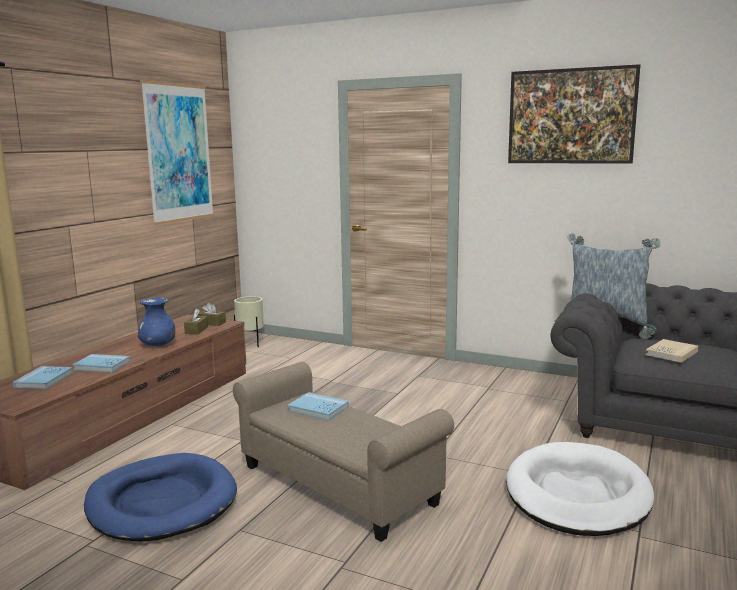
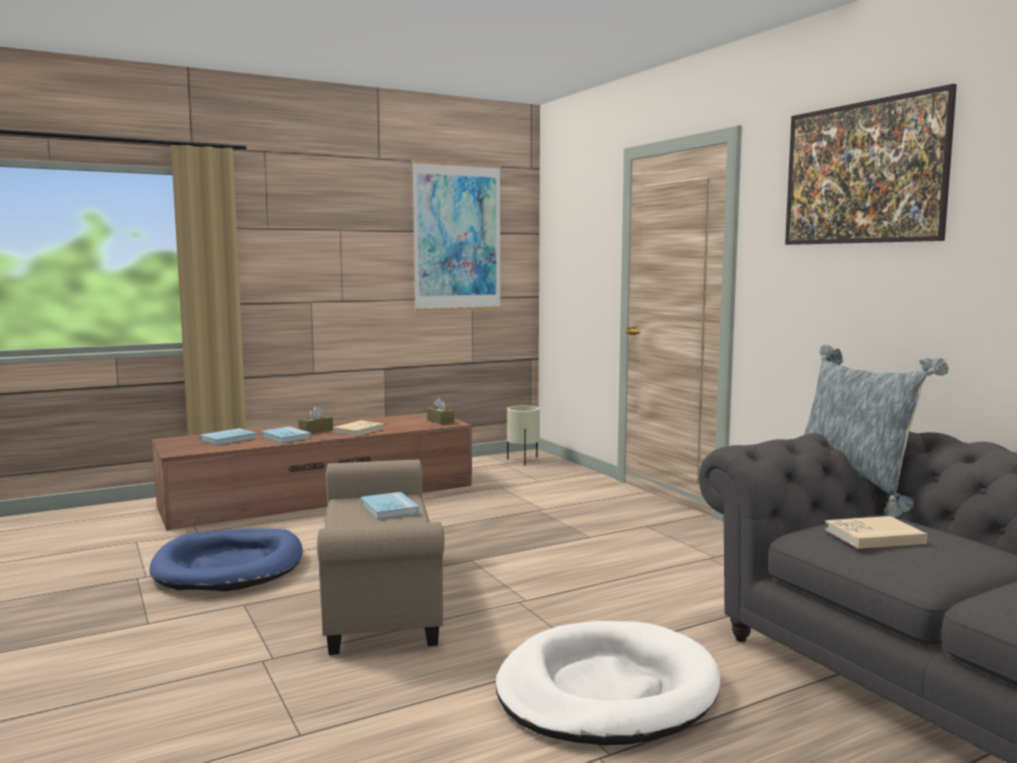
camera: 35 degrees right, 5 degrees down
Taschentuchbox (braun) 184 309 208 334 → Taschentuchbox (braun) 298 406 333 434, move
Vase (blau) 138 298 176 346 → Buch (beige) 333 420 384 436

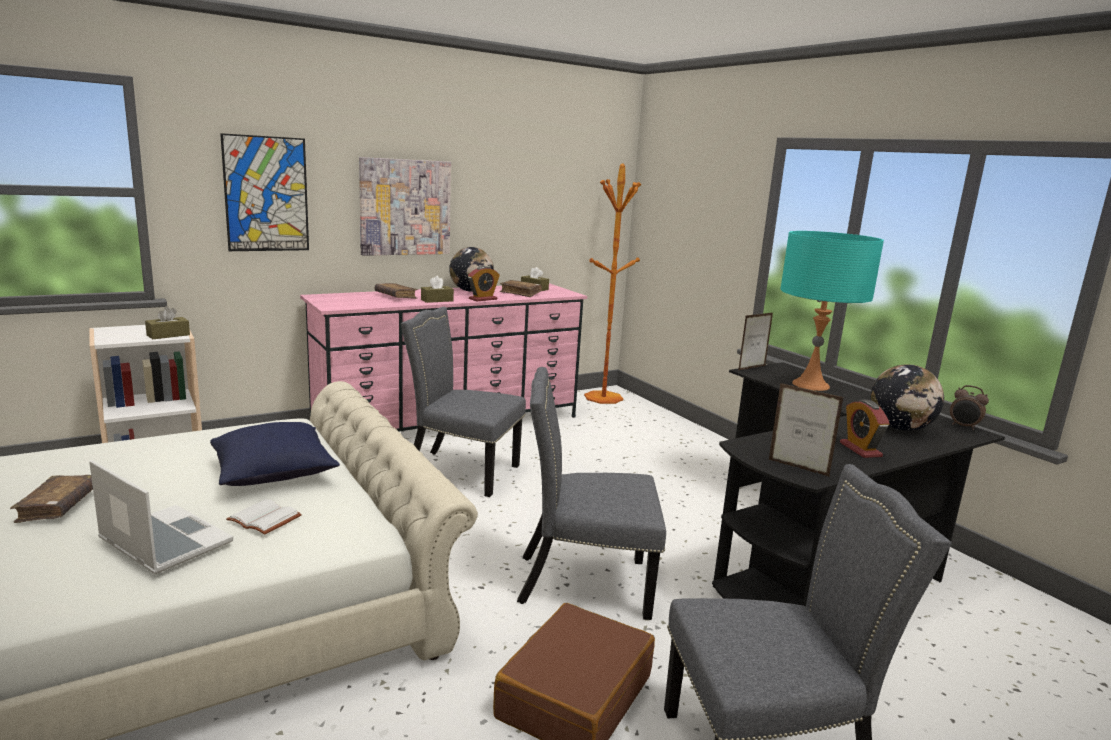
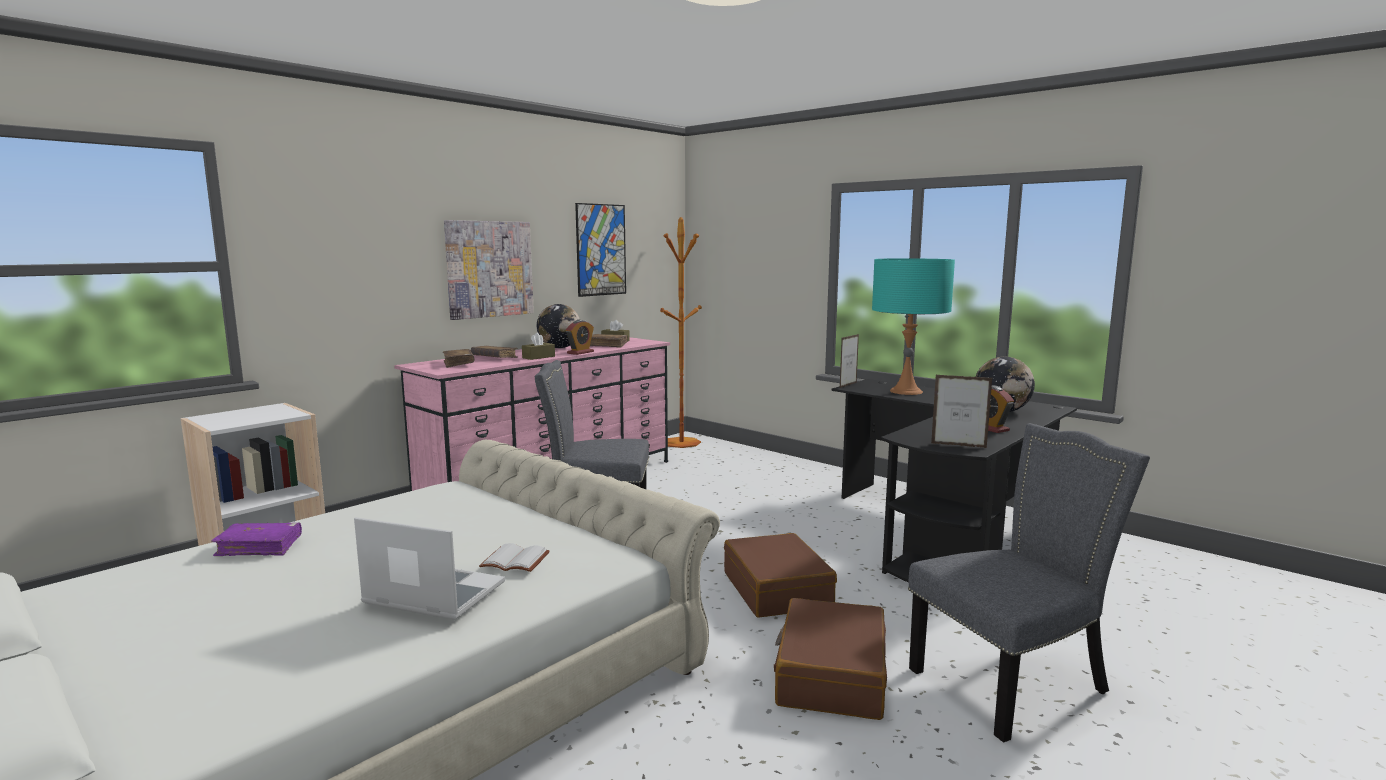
camera: 15 degrees left, 5 degrees down
Taschentuchbox (braun) 145 306 190 339 → -
Kissen (blau) 210 422 340 486 → -
Wecker 950 385 989 430 → -
- → Buch (lila) 211 523 302 556
Buch (braun) 10 475 93 523 → Buch (braun) 443 349 474 368, move
Bild 220 133 309 251 → Bild 575 203 626 297, move
Stuhl (grau) 517 367 666 620 → Koffer (braun) 724 533 837 617

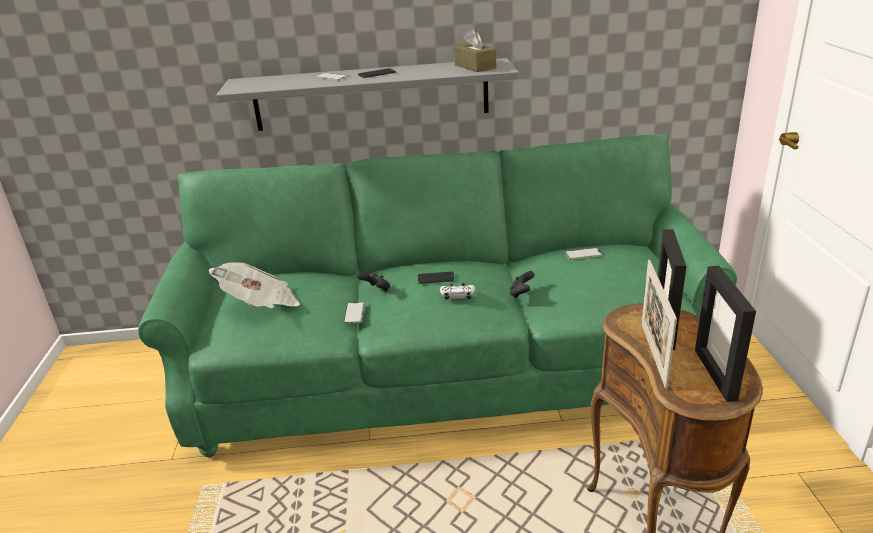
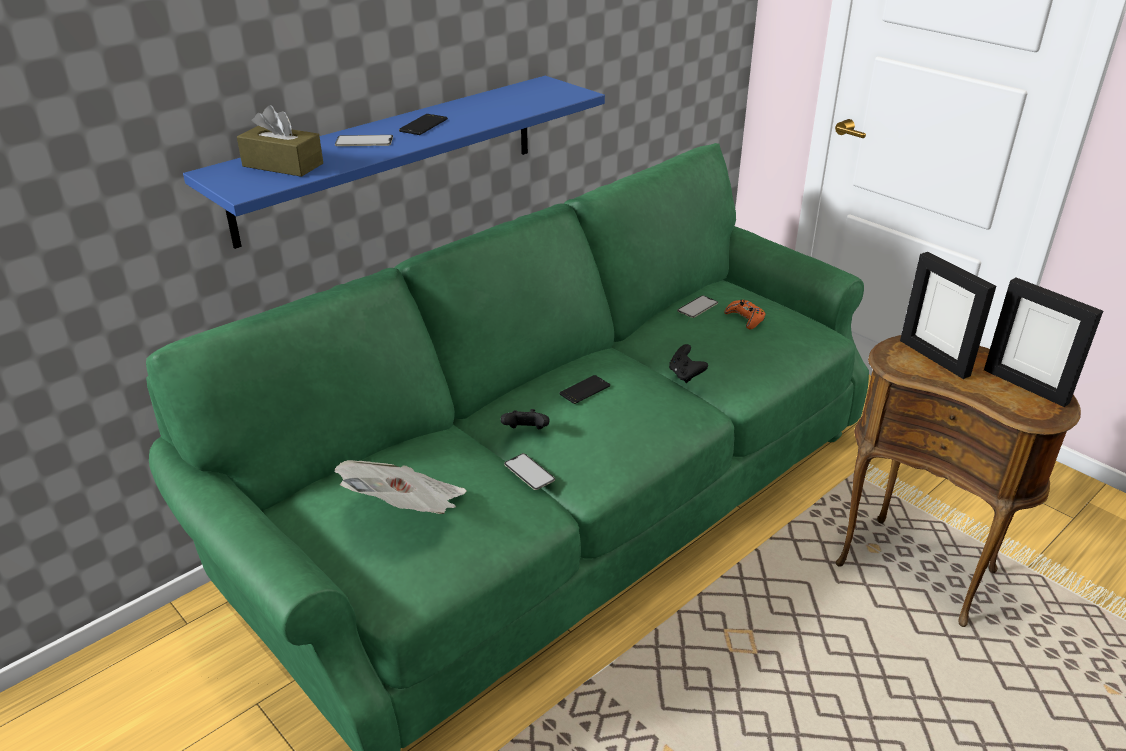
camera: 40 degrees left, 5 degrees up
Gamepad (weiß) 440 283 475 300 → -
Bilderrahmen 641 260 677 389 → -
- → Gamepad (orange) 724 300 765 329
Taschentuchbox (braun) 454 29 496 72 → Taschentuchbox (braun) 237 105 323 177, move
Wandregal (grau) 216 58 519 131 → Wandregal (blau) 183 76 605 249

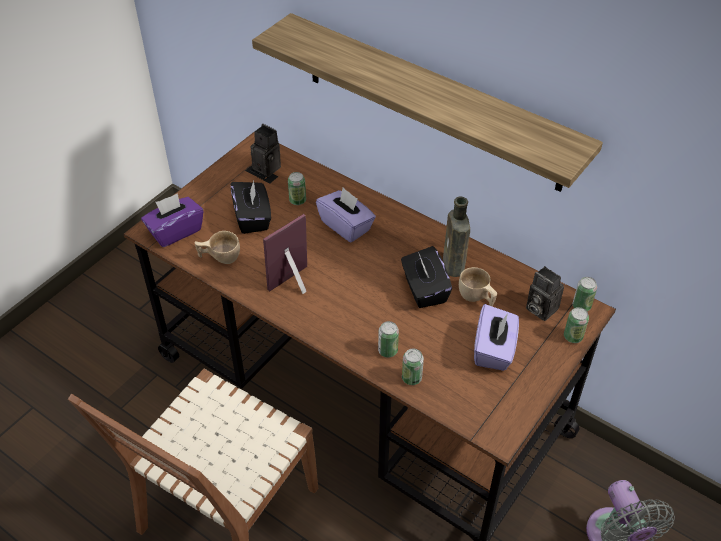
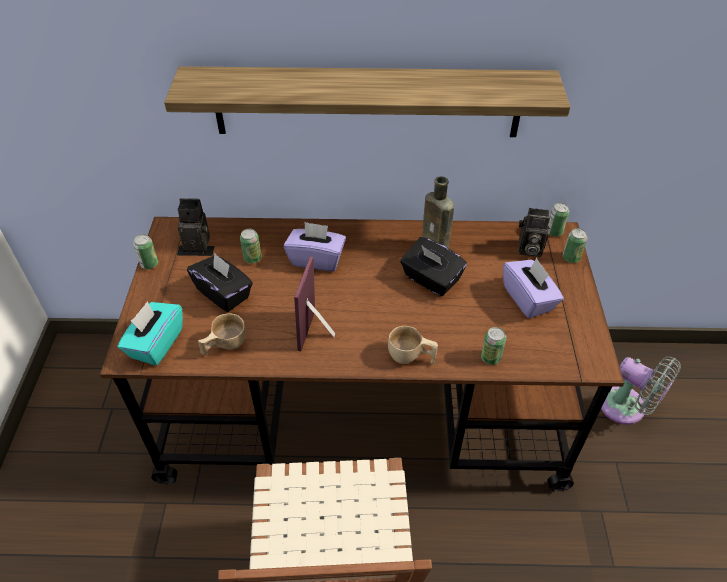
camera: 35 degrees left, 0 degrees up
Dose 378 321 399 358 → Dose 133 234 158 269, move
Tasse (beige) 459 267 497 307 → Tasse (beige) 388 326 438 365, move
Taschentuchbox (lila) 141 193 203 247 → Taschentuchbox (türkis) 118 301 183 366

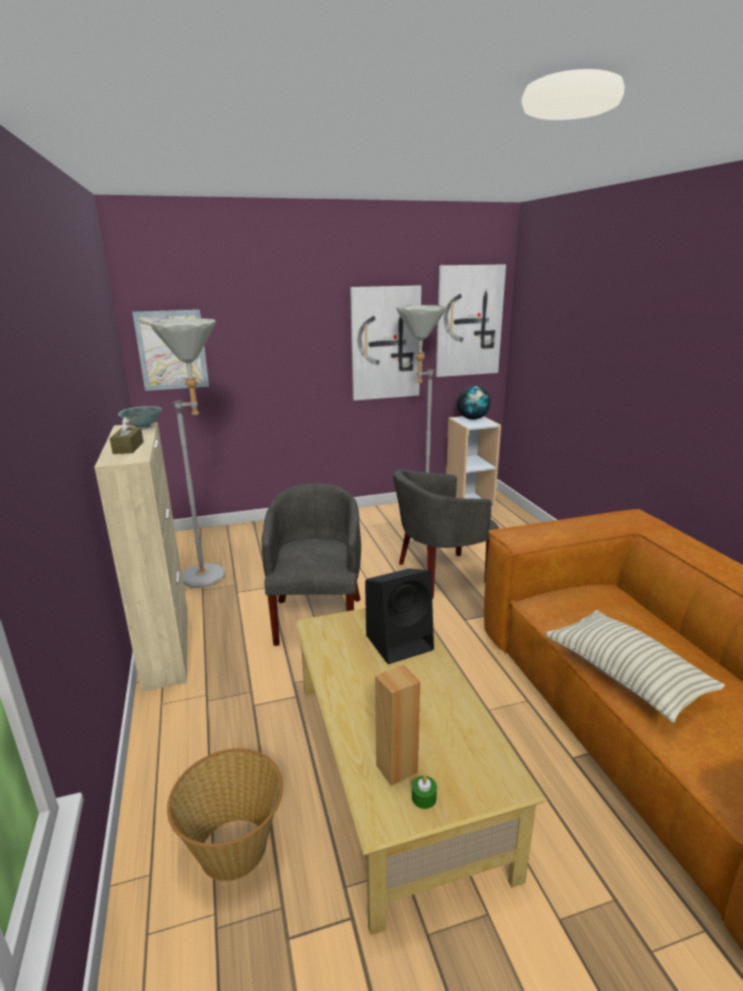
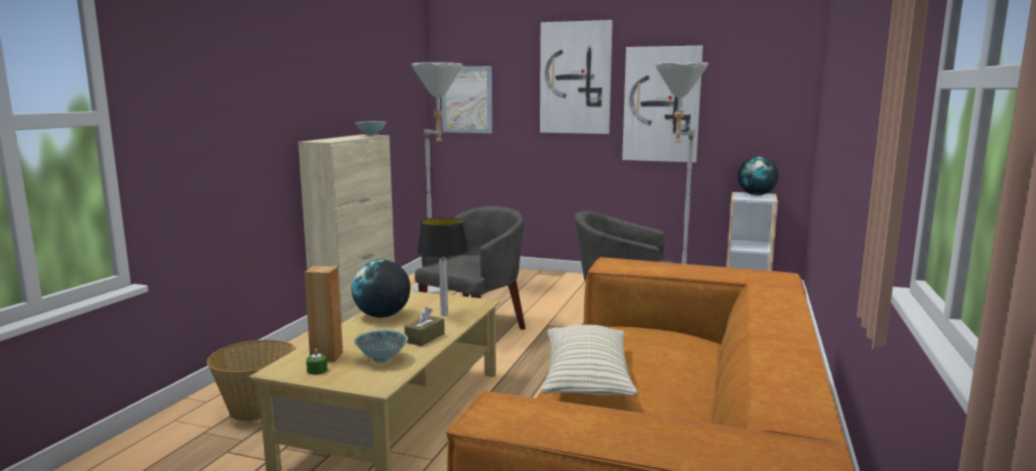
camera: 35 degrees right, 10 degrees down
- → Globus 351 259 410 318
- → Schüssel 354 329 408 363
Taschentuchbox (braun) 110 417 144 454 → Taschentuchbox (braun) 405 307 445 346, move
Bild 436 264 506 377 → Bild 540 20 613 134, move
Lautsprecher (schwarz) 365 568 434 664 → Tischlampe 417 217 468 316

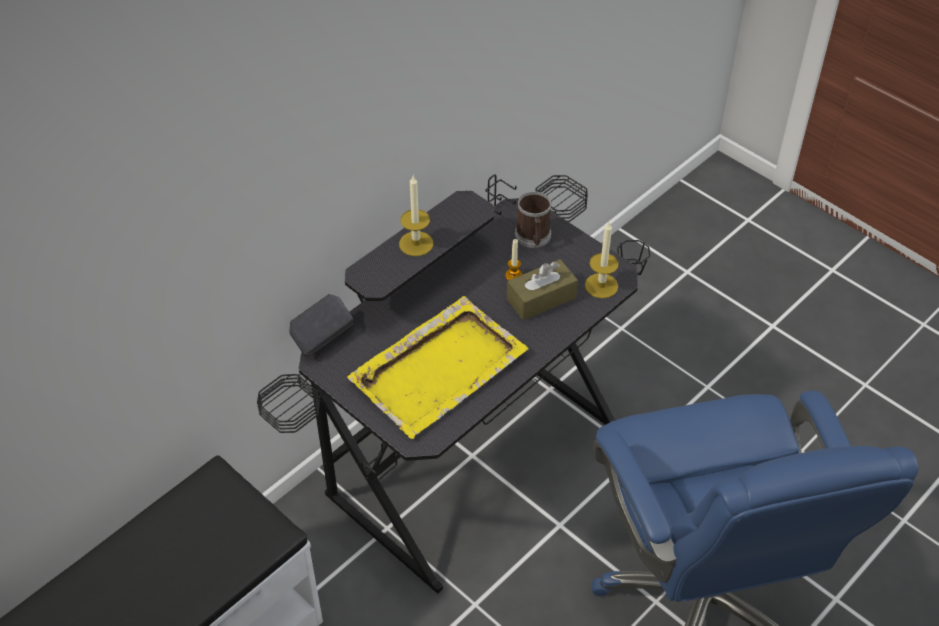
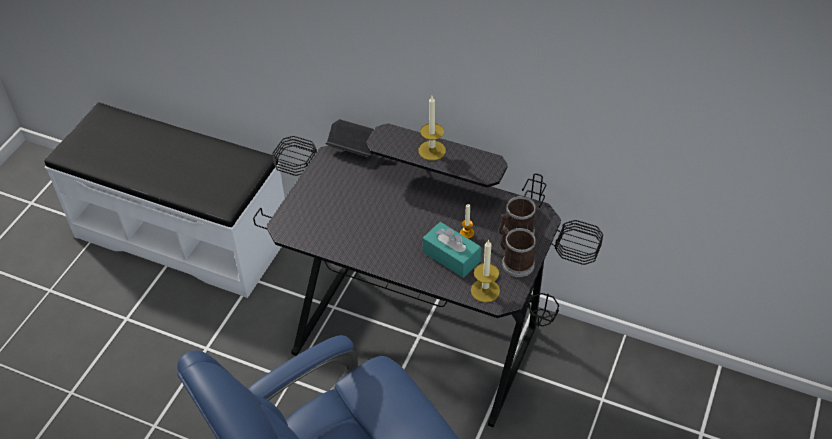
camera: 70 degrees right, 0 degrees up
Tablett (gelb) 347 296 529 439 → -
- → Henkelbecher 501 227 536 277
Taschentuchbox (braun) 507 259 578 320 → Taschentuchbox (türkis) 423 222 481 278

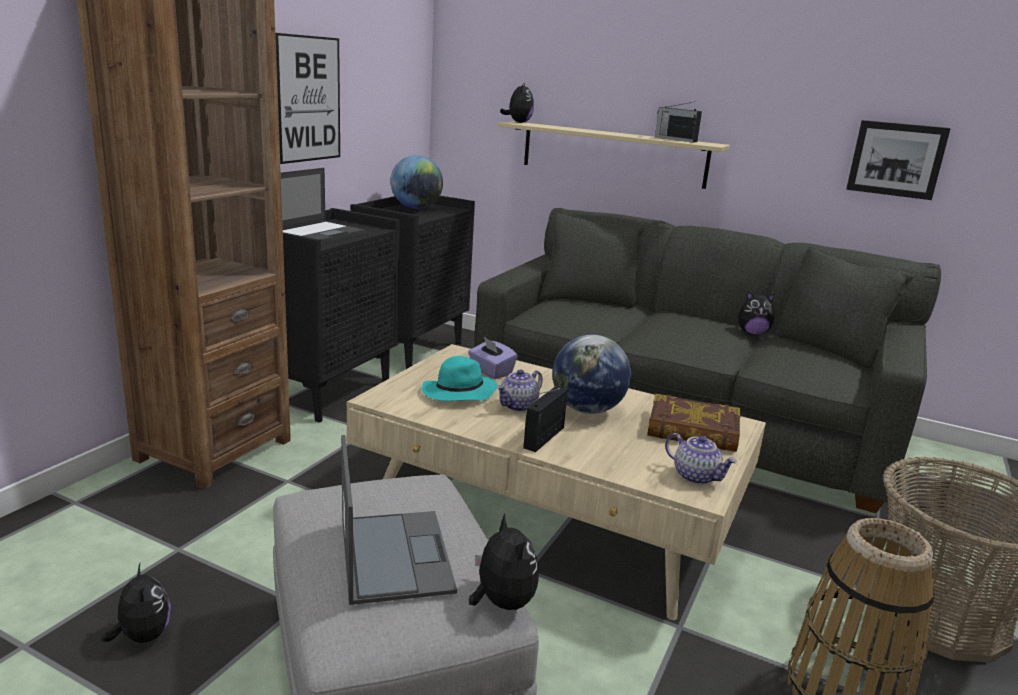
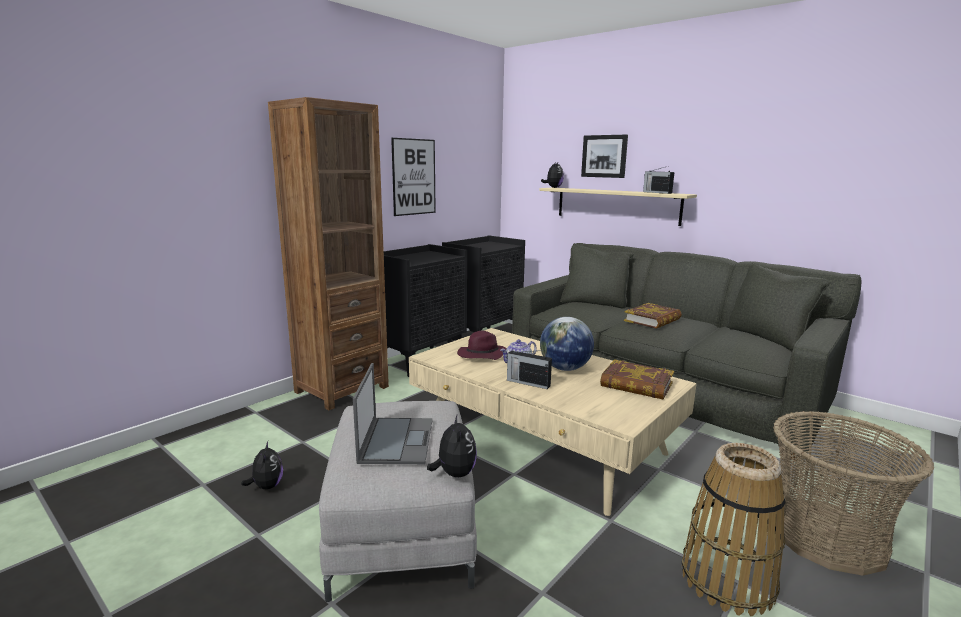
camera: 15 degrees right, 5 degrees down
Laptop 281 168 366 243 → -
Globus 390 155 443 209 → -
Taschentuchbox (lila) 468 337 517 379 → -
Teekanne 665 433 737 484 → -
Plüschtier 738 291 775 335 → -
- → Buch 624 303 682 329
Bild 846 120 951 200 → Bild 581 135 628 178, move
Hut (türkis) 422 356 497 401 → Hut (lila) 457 331 507 360
Radio 523 386 568 452 → Radio 506 350 552 389, 105 degrees counterclockwise

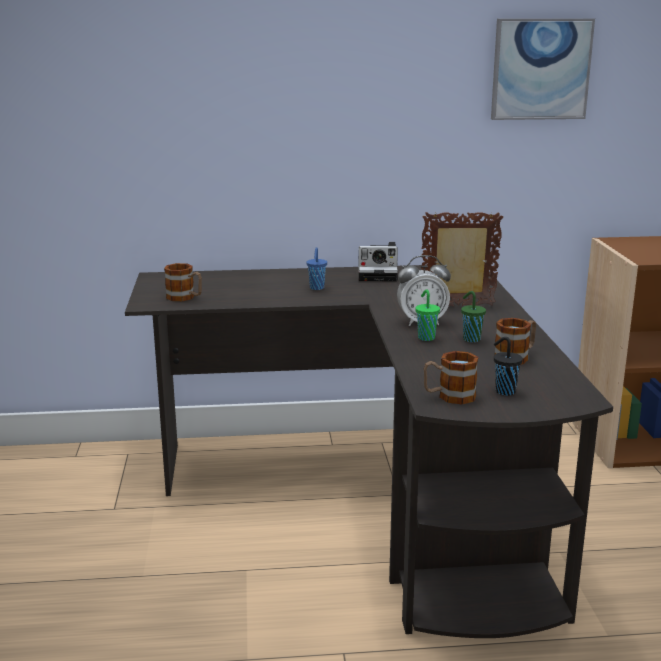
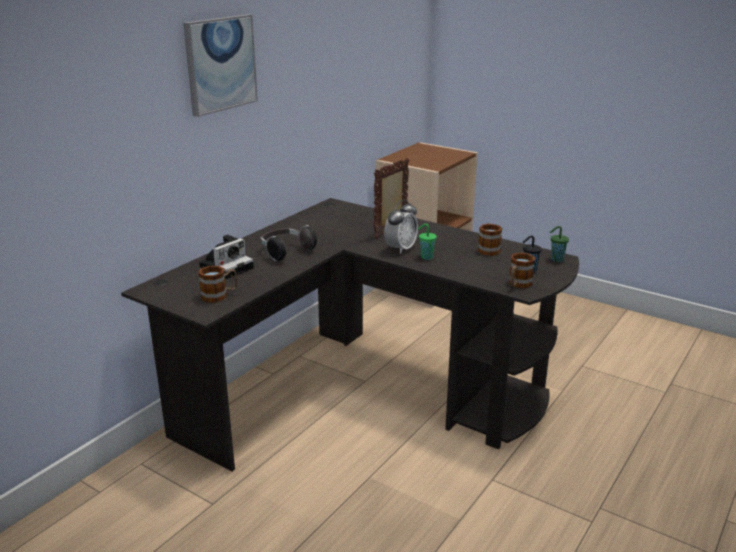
camera: 50 degrees left, 5 degrees up
Kamera 358 242 398 281 → Kamera 199 235 254 279, move
Tasse (grün) 461 291 486 342 → Tasse (grün) 550 226 569 262, move
Bild 491 18 595 120 → Bild 183 14 258 117, move
Tasse (blau) 306 247 327 290 → Kopfhörer 261 225 317 261

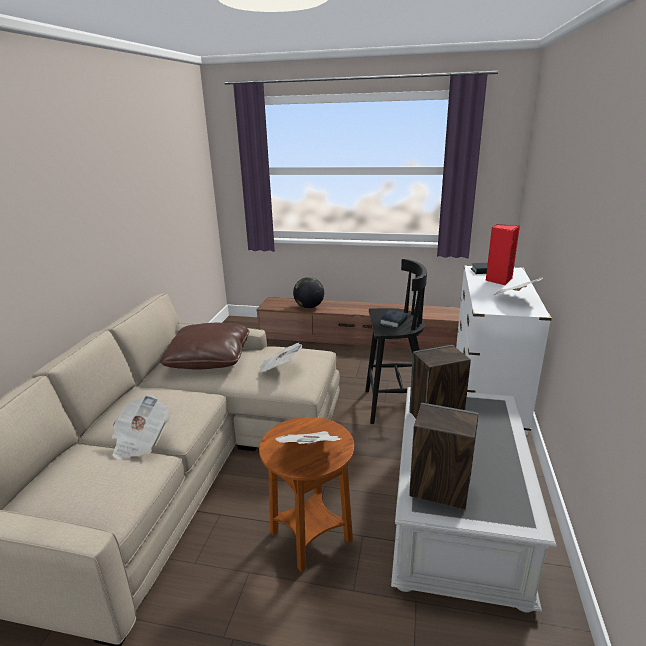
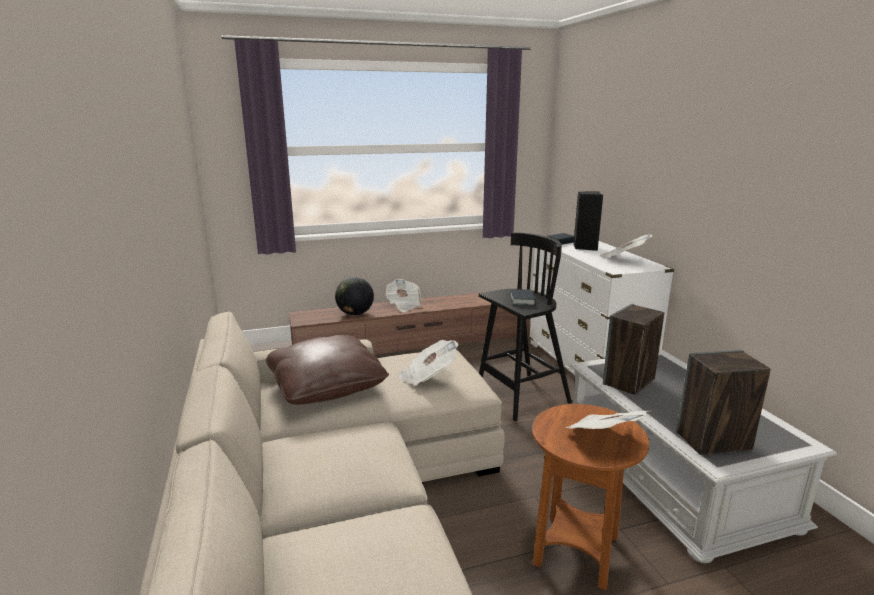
camera: 30 degrees left, 5 degrees down
Zeitung 112 395 170 459 → Zeitung 385 279 421 312, move
Lautsprecher (rot) 486 224 520 286 → Lautsprecher (schwarz) 573 191 603 251

